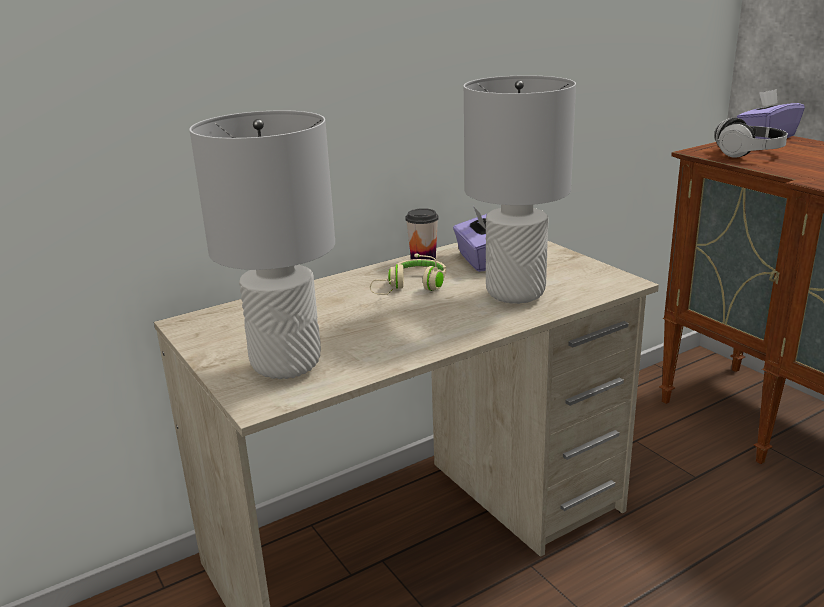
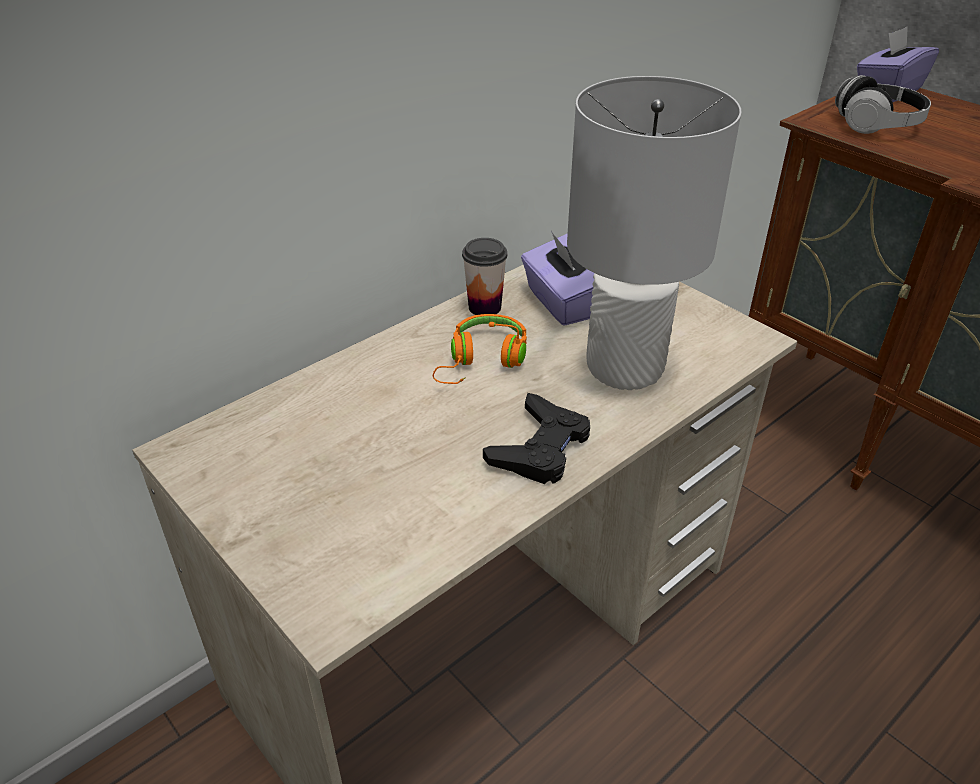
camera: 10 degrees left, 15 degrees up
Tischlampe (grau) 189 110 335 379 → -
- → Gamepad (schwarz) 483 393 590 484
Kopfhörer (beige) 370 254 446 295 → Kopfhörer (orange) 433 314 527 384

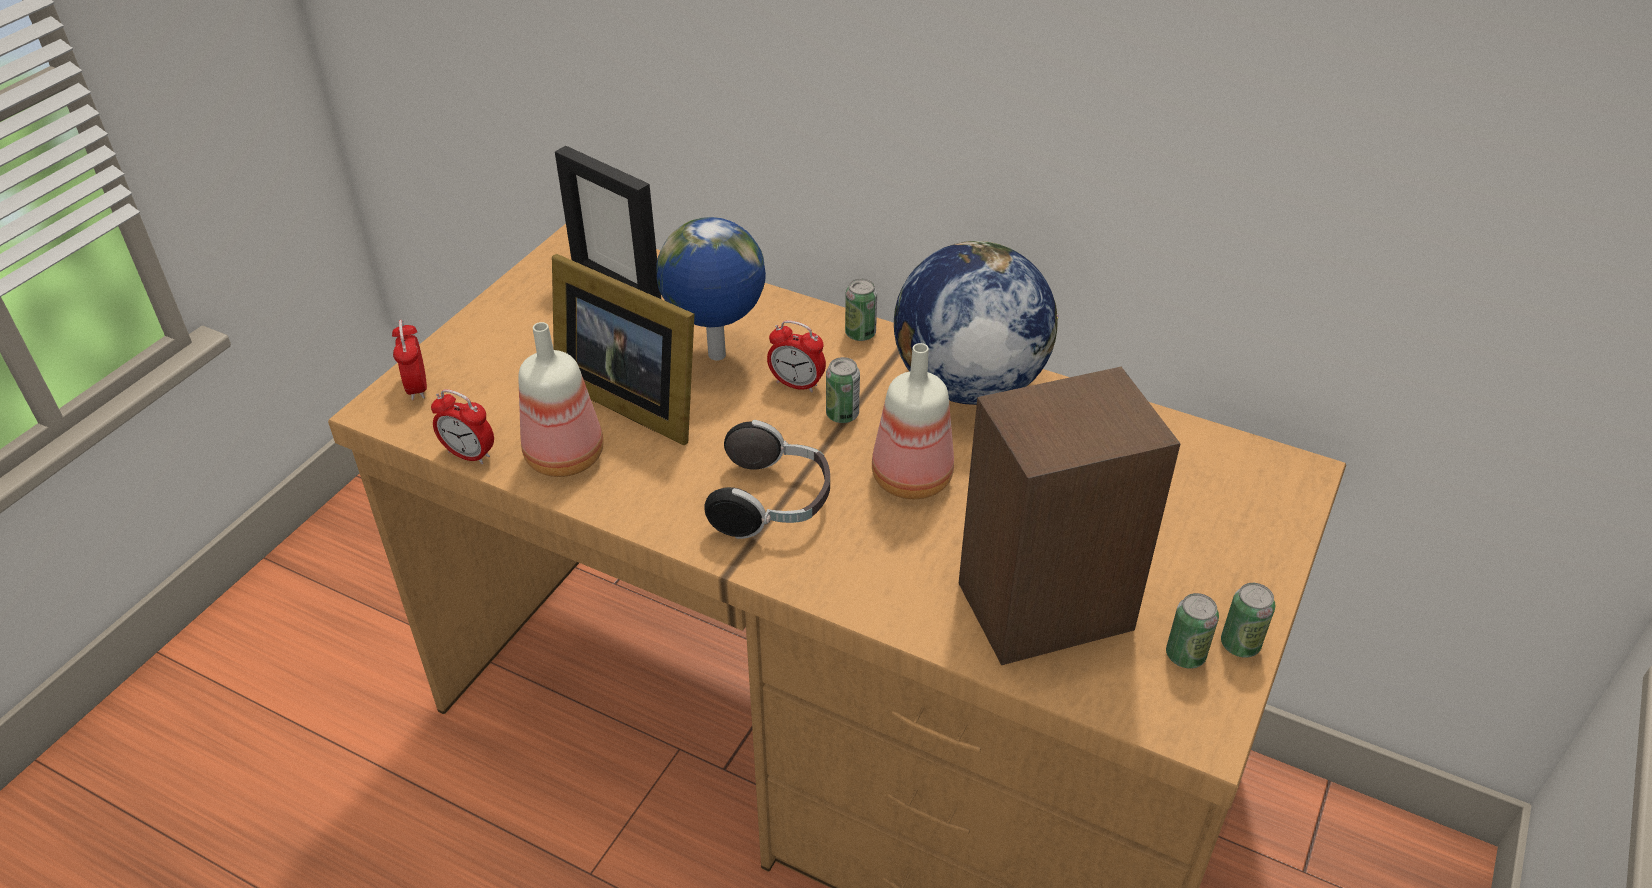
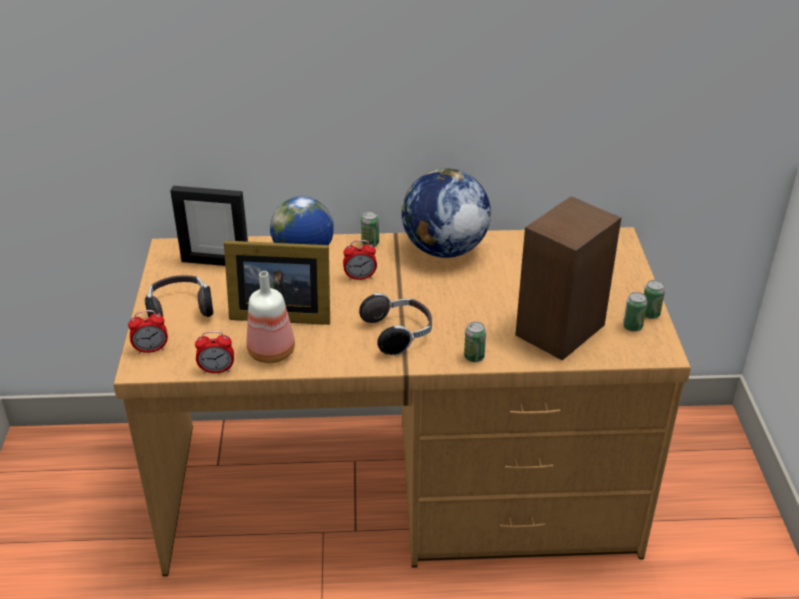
camera: 30 degrees left, 5 degrees down
Flasche 872 343 954 499 → -
- → Kopfhörer 145 275 213 317
Dose 826 357 860 423 → Dose 464 322 486 362, move
Wecker 392 320 427 400 → Wecker 128 310 168 354, 60 degrees counterclockwise

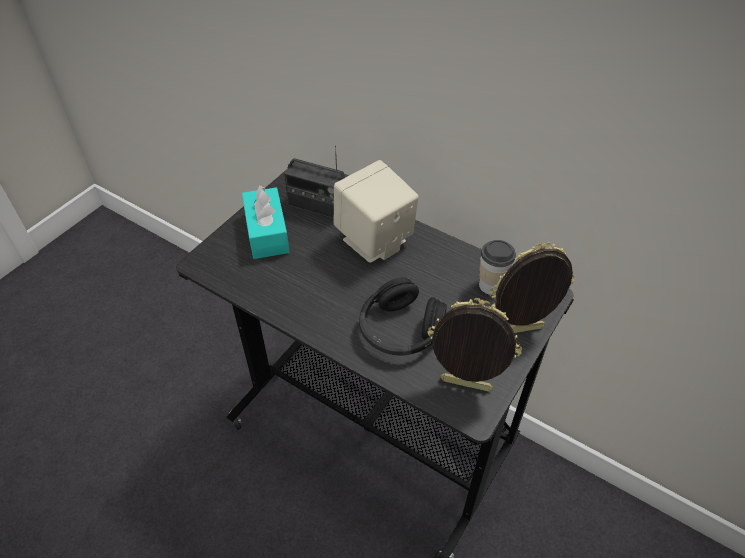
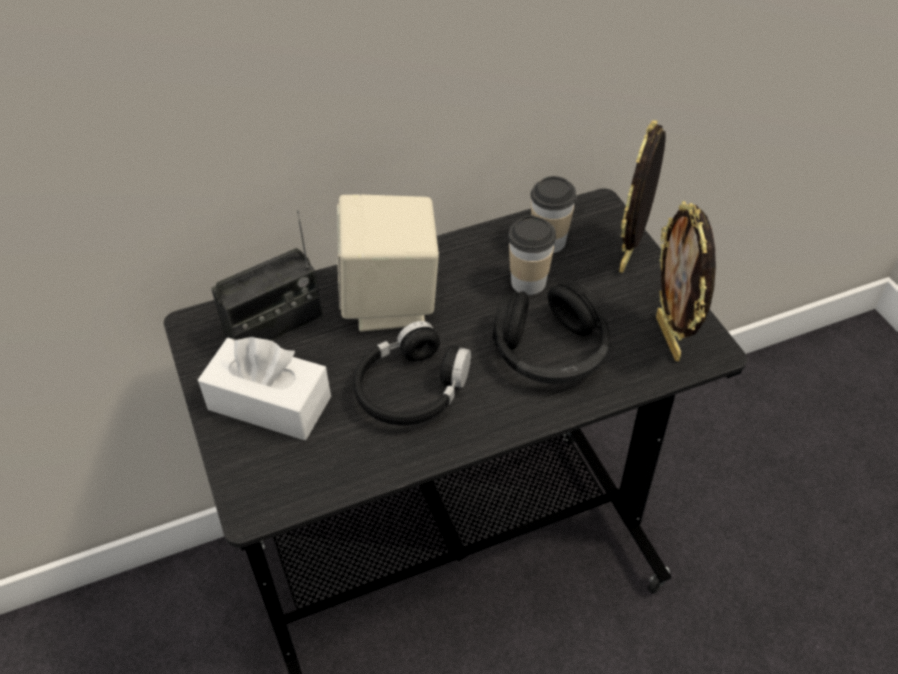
camera: 55 degrees left, 0 degrees up
- → Kopfhörer (schwarz) 353 321 471 425
- → Tasse 508 215 556 295
Taschentuchbox (türkis) 242 185 290 259 → Taschentuchbox (weiß) 198 337 331 440
Bilderrahmen 427 298 522 392 → Bilderrahmen 656 201 716 361, 60 degrees counterclockwise

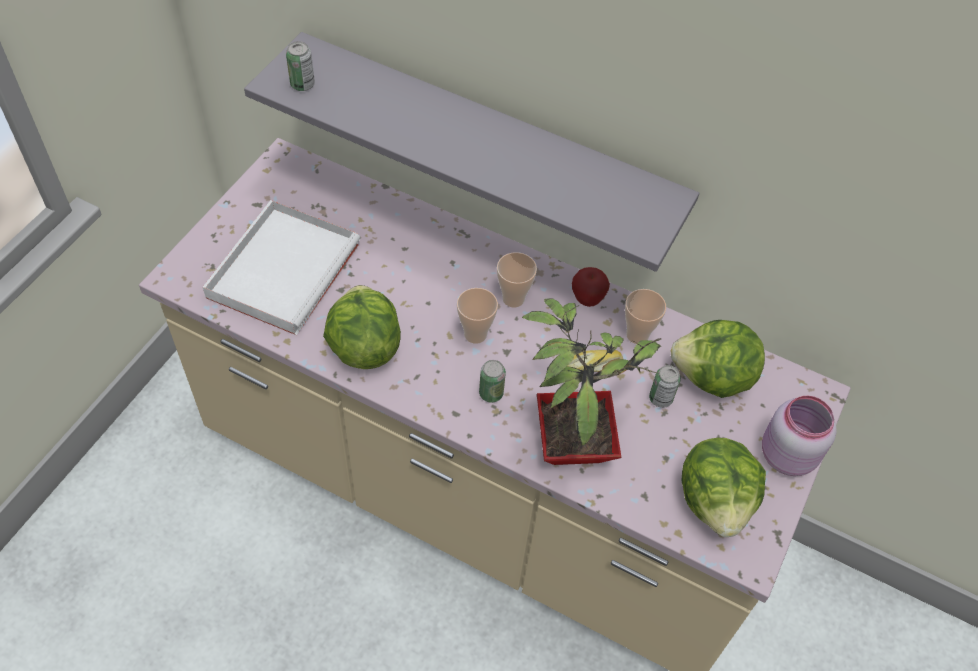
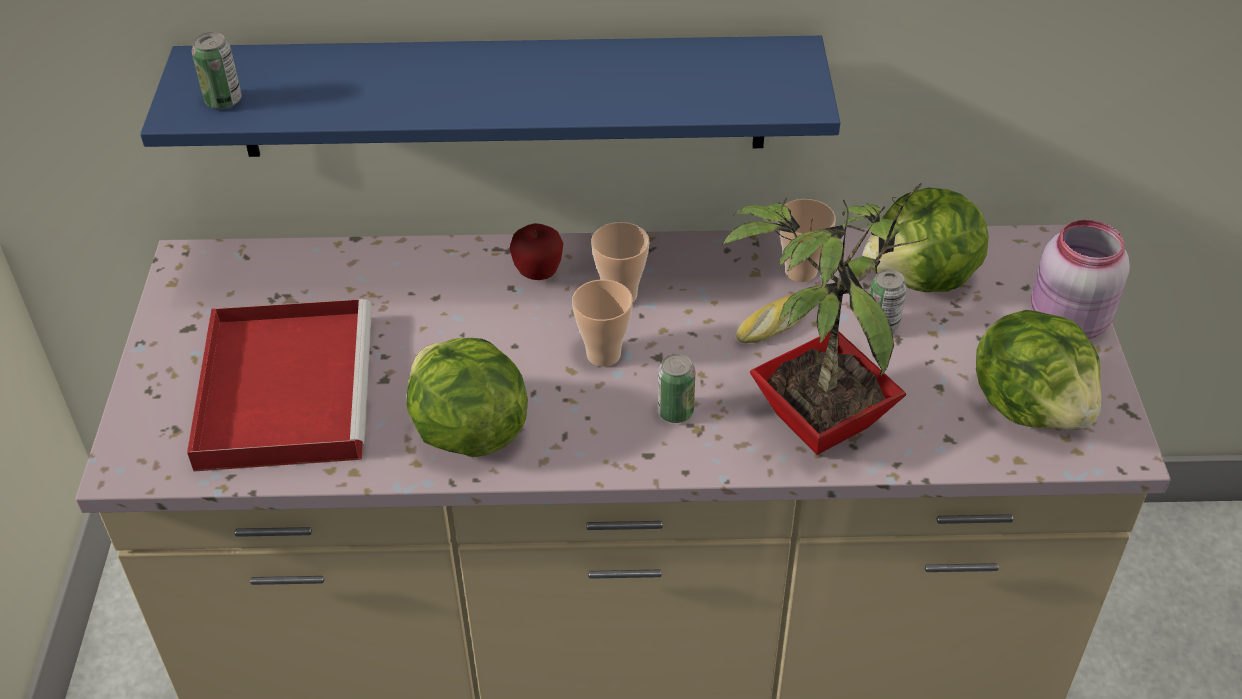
camera: 25 degrees left, 10 degrees down
Apfel 572 267 610 307 → Apfel 509 223 563 280, move
Tablett (weiß) 203 200 361 335 → Tablett (rot) 187 299 372 472
Wandregal (grau) 244 32 699 272 → Wandregal (blau) 140 36 840 157

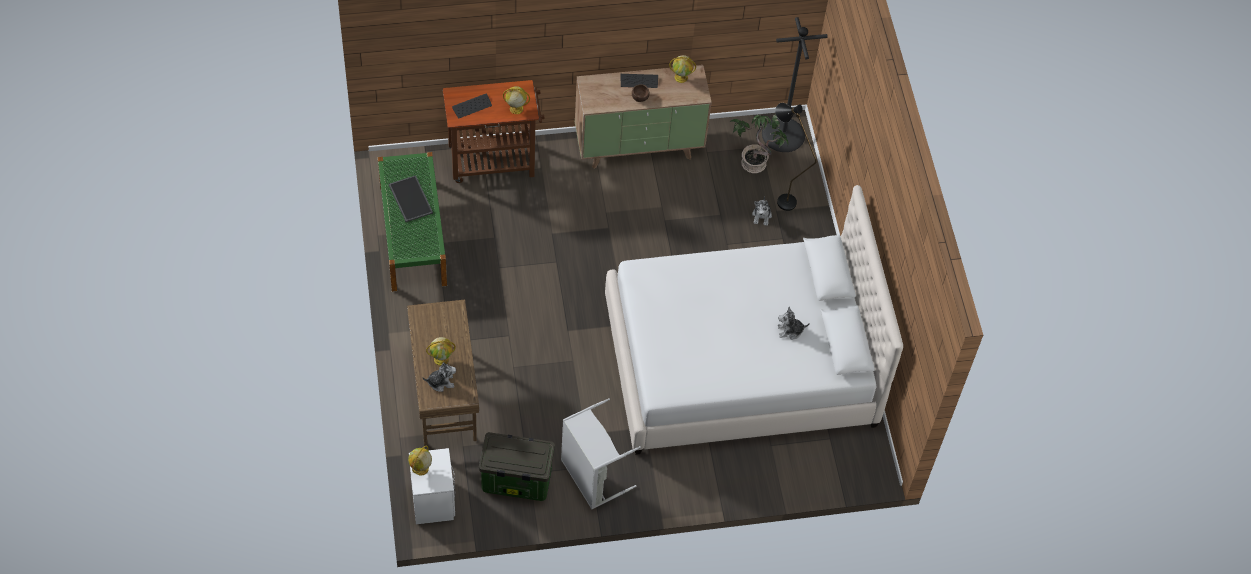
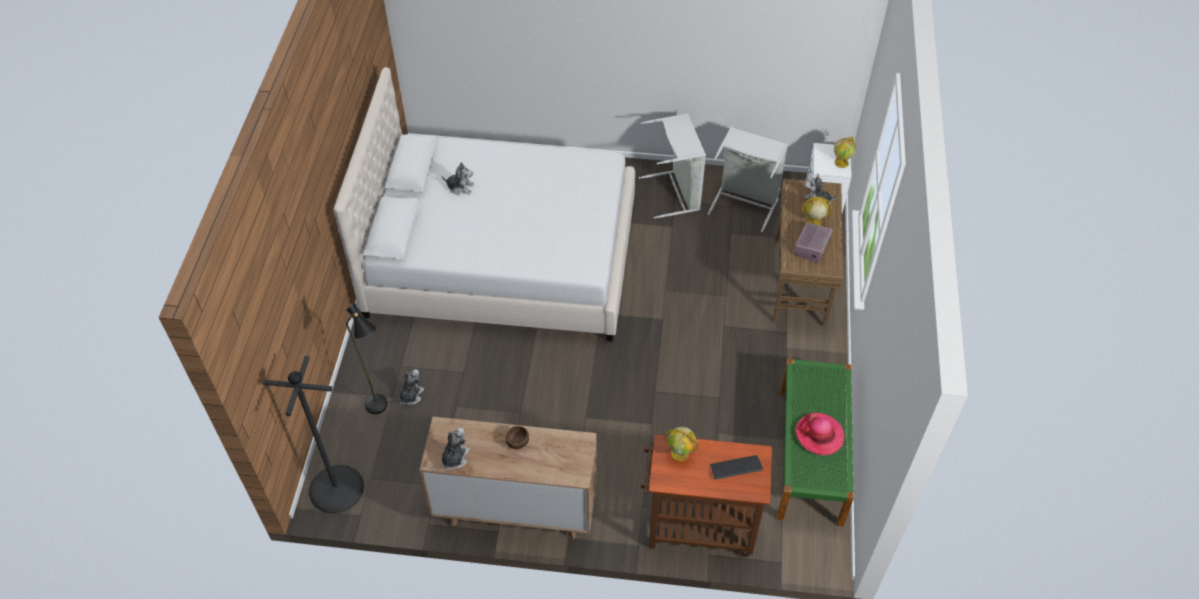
camera: 160 degrees left, 5 degrees down
Tastatur 620 74 658 88 → -
Topfpflanze 730 114 788 173 → -
- → Radio 793 222 833 263
Tablett 389 175 433 222 → Hut 795 413 844 455
Aufbewahrungsbox 479 432 555 501 → Wäschekorb (grau) 708 127 788 232
Globus 669 55 696 83 → Plüschtier 441 427 470 470

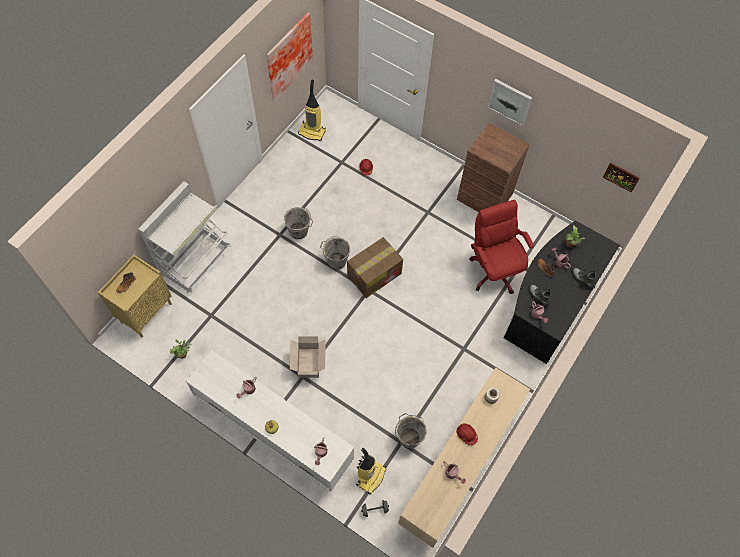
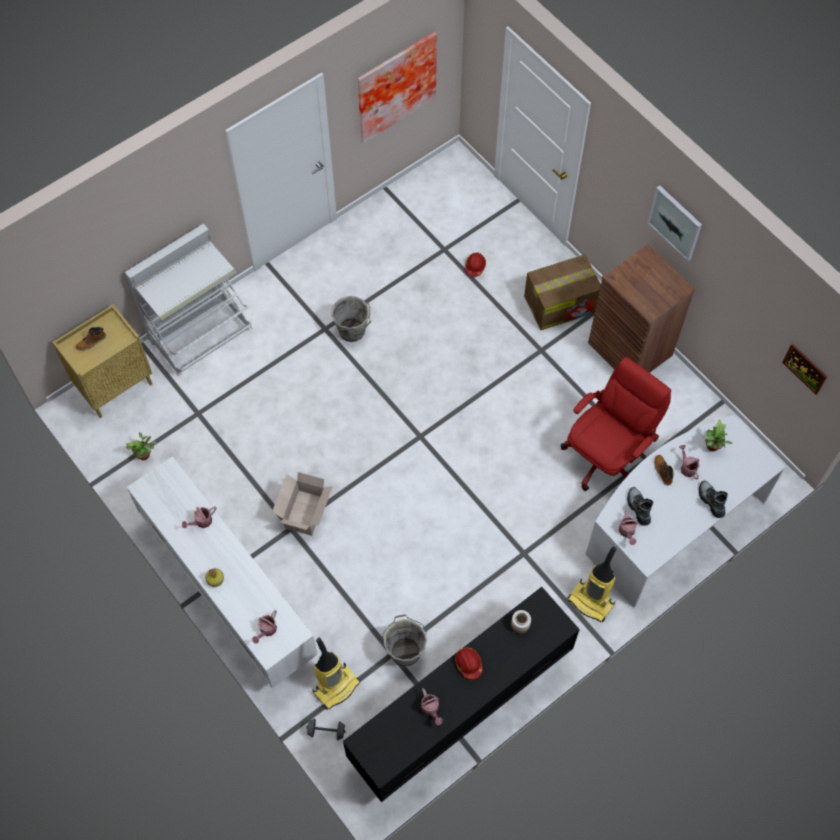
camera: 20 degrees right, 0 degrees up
Eimer (grau) 320 236 350 270 → -
Staubsauger 298 80 326 141 → Staubsauger 567 547 616 622, move
Karton 347 237 403 298 → Karton 524 254 601 330, move
Schrank (beige) 398 368 530 548 → Schrank (schwarz) 343 587 580 802
Schreibtisch (schwarz) 504 220 620 364 → Schreibtisch (weiß) 586 415 786 607
Bürostuhl (rot) 469 200 534 294 → Bürostuhl (rot) 561 357 671 491, 45 degrees clockwise

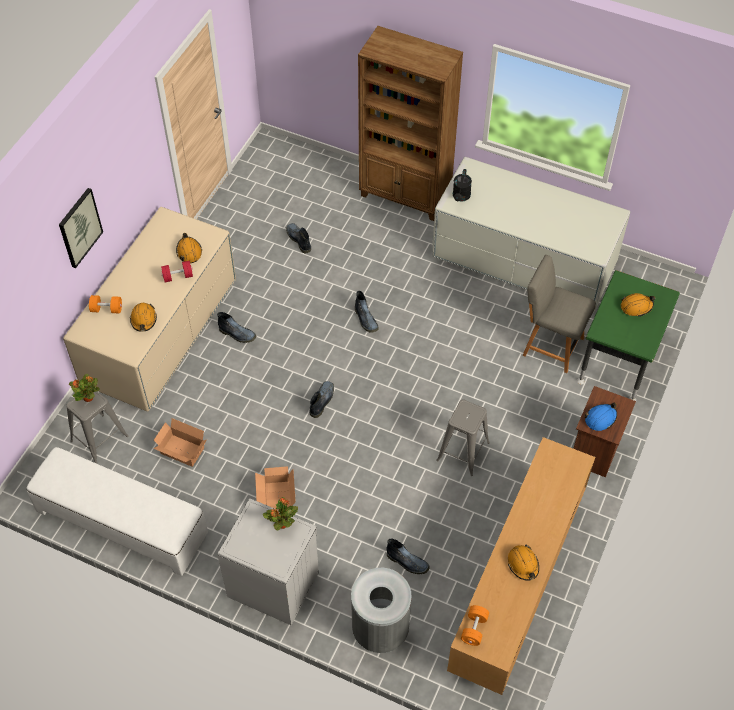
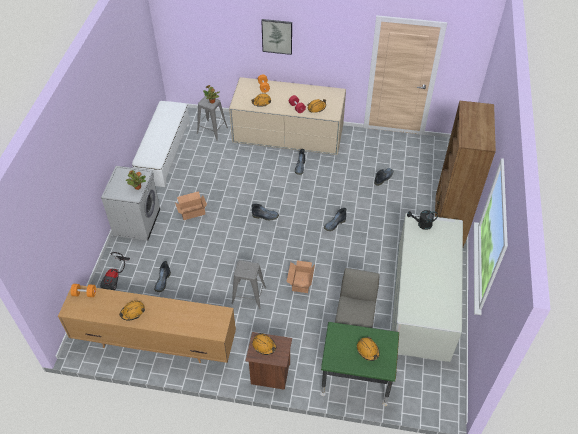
camera: 75 degrees right, 5 degrees down
Karton 153 418 207 467 → Karton 286 260 315 293, move
Mülleimer (grau) 351 568 412 653 → Staubsauger 100 252 130 290
Schutzhelm (blau) 584 403 617 431 → Schutzhelm (orange) 252 333 276 355

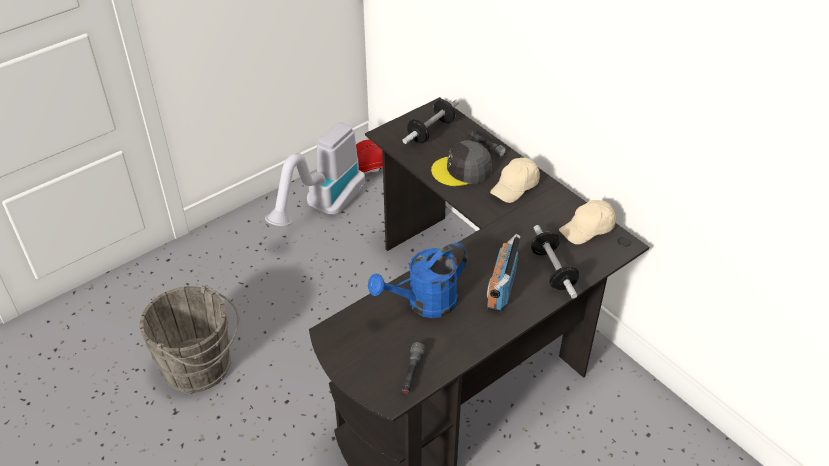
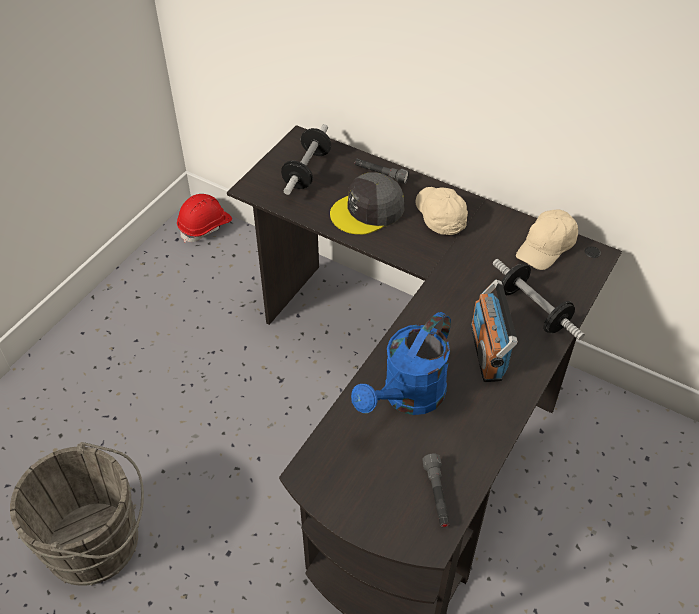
camera: 20 degrees left, 5 degrees up
Staubsauger 265 122 365 226 → -
Kappe (beige) 490 157 540 203 → Kappe (beige) 416 187 468 235, 135 degrees clockwise

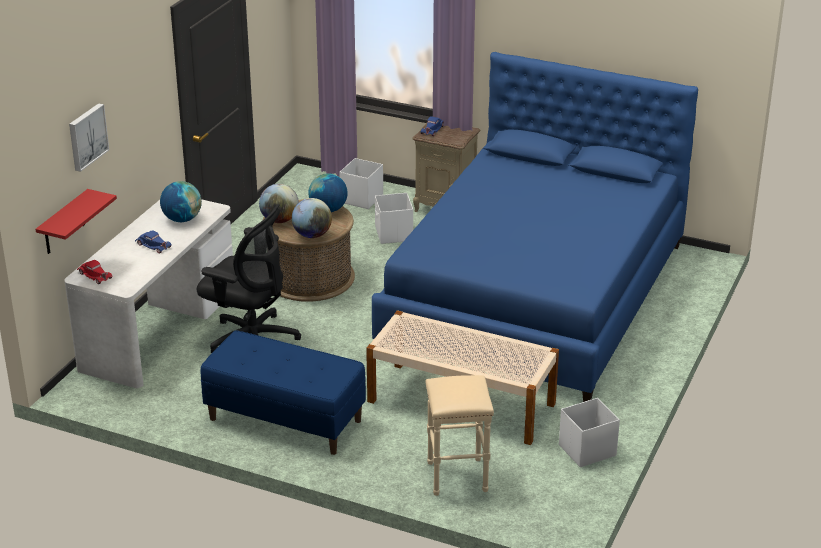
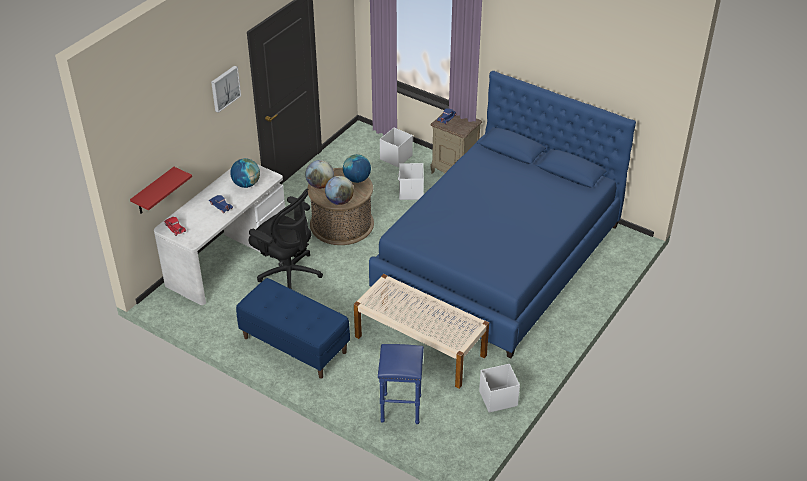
camera: 10 degrees right, 10 degrees up
Bild 69 103 109 172 → Bild 211 66 241 113, move
Hocker (beige) 425 375 494 496 → Hocker (blau) 378 344 424 424

